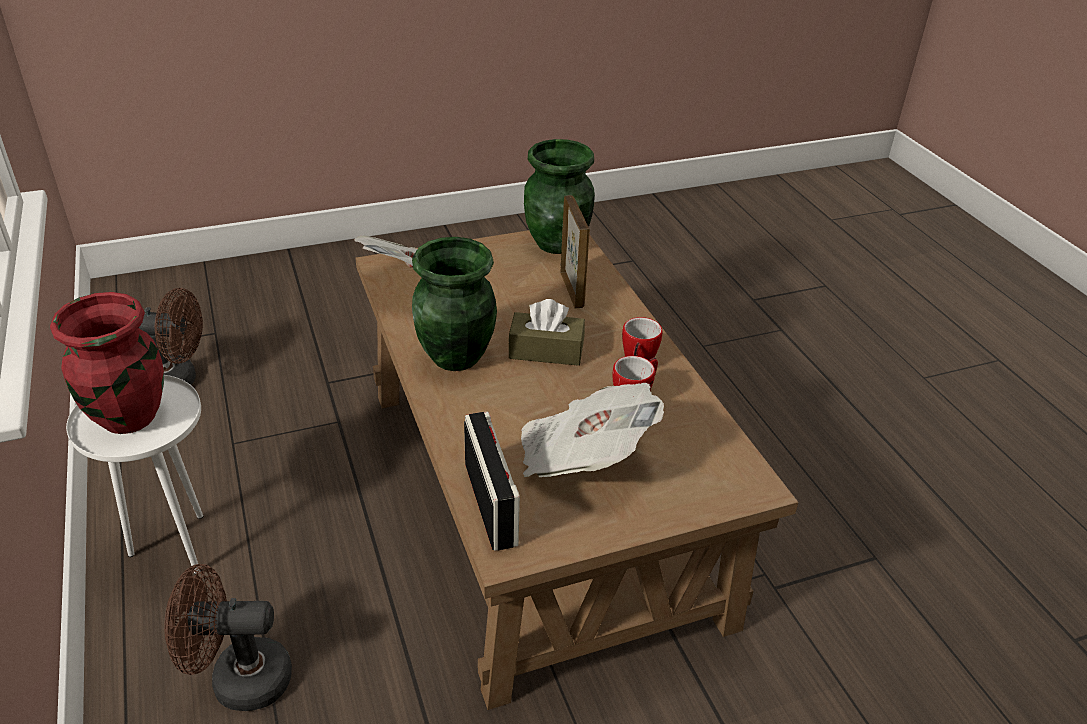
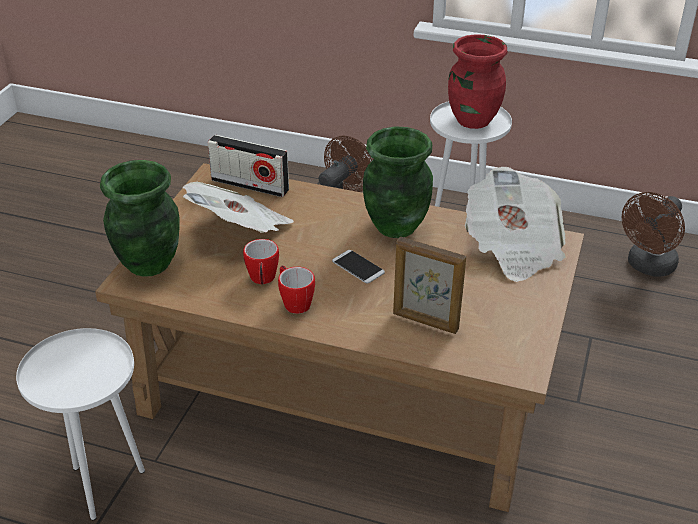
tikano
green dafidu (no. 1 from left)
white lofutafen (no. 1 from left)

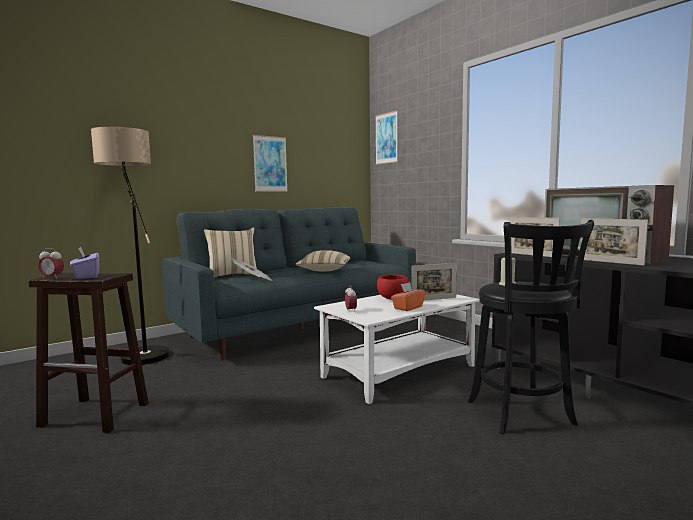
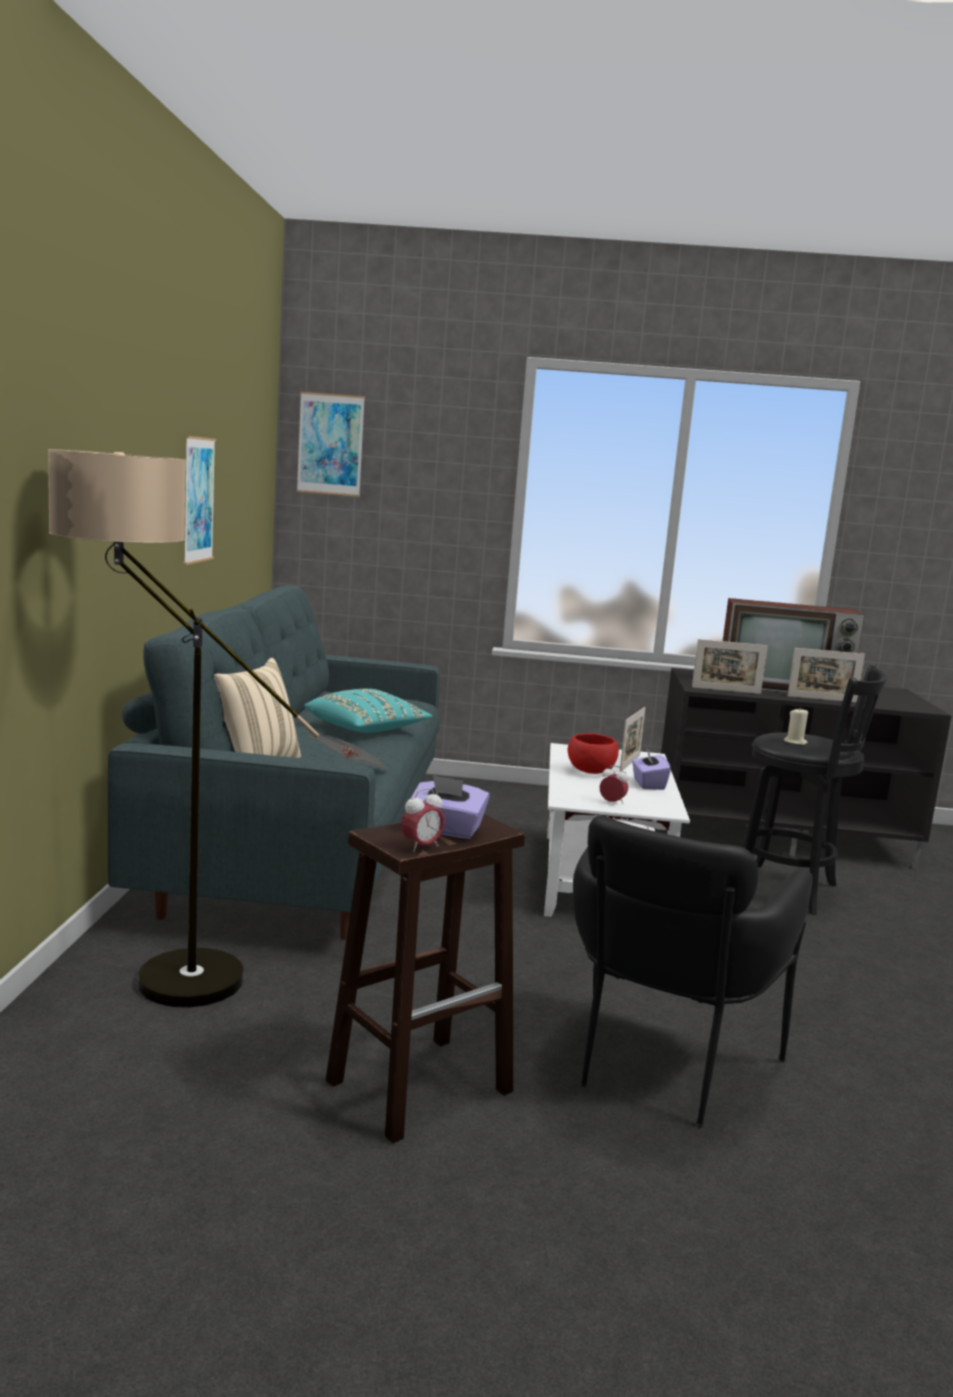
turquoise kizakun
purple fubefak (no. 2 from left)
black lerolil

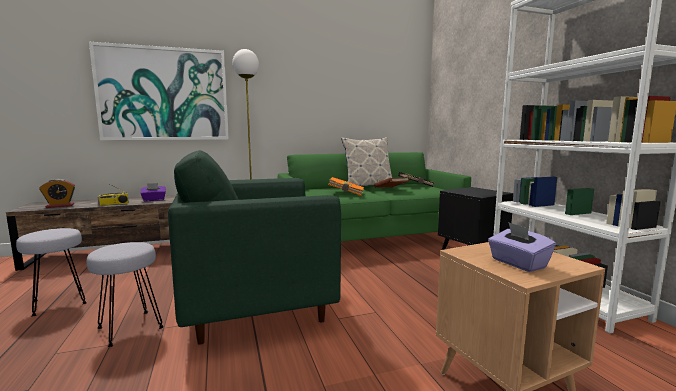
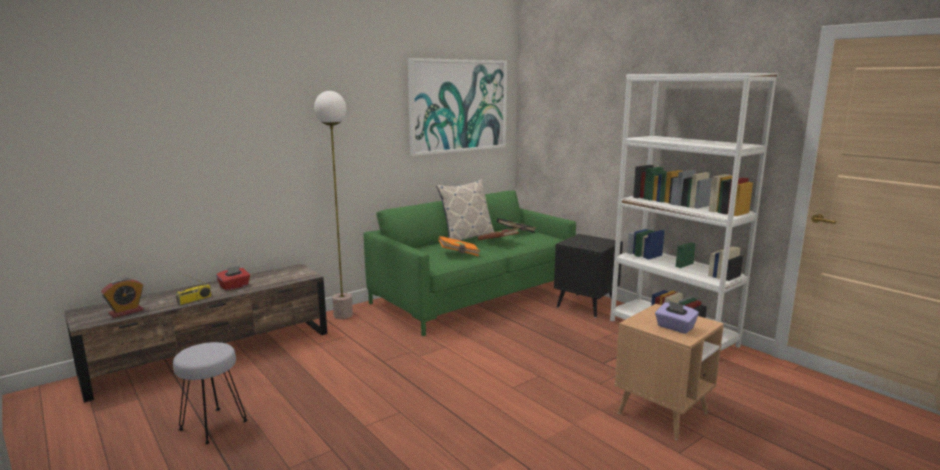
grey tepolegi (no. 2 from left in the first image)
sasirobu
red fubefak
green lerolil

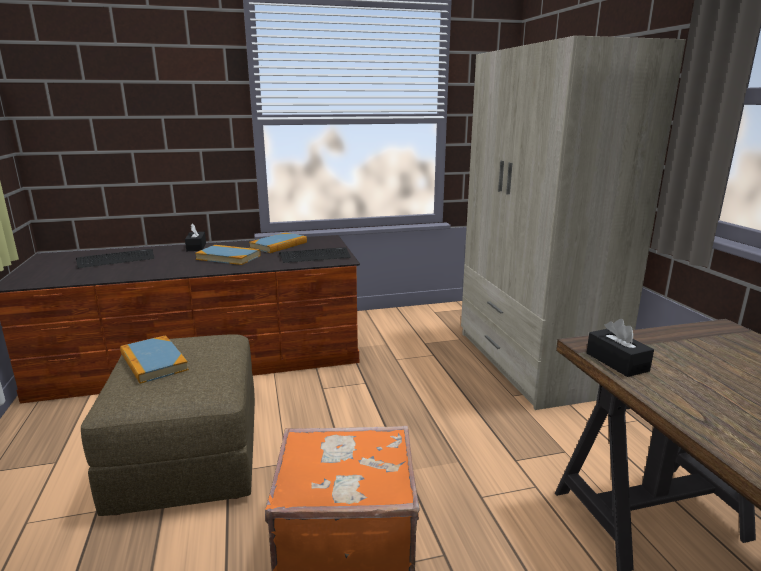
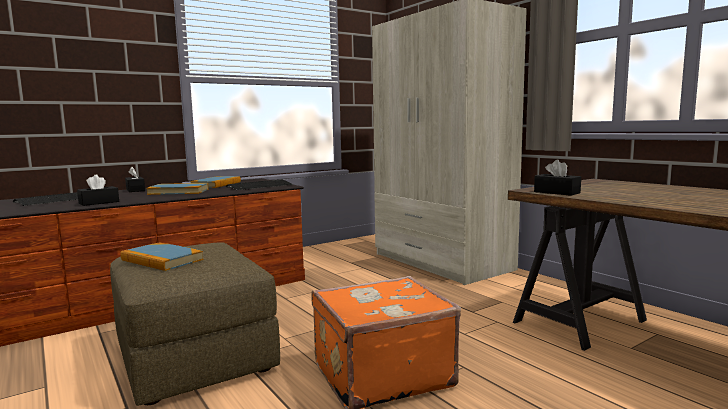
black fubefak (no. 1 from left)

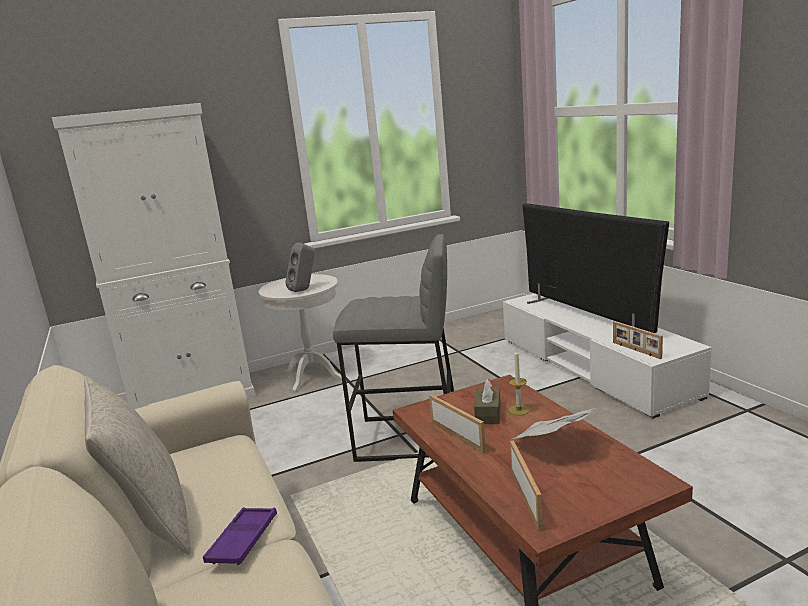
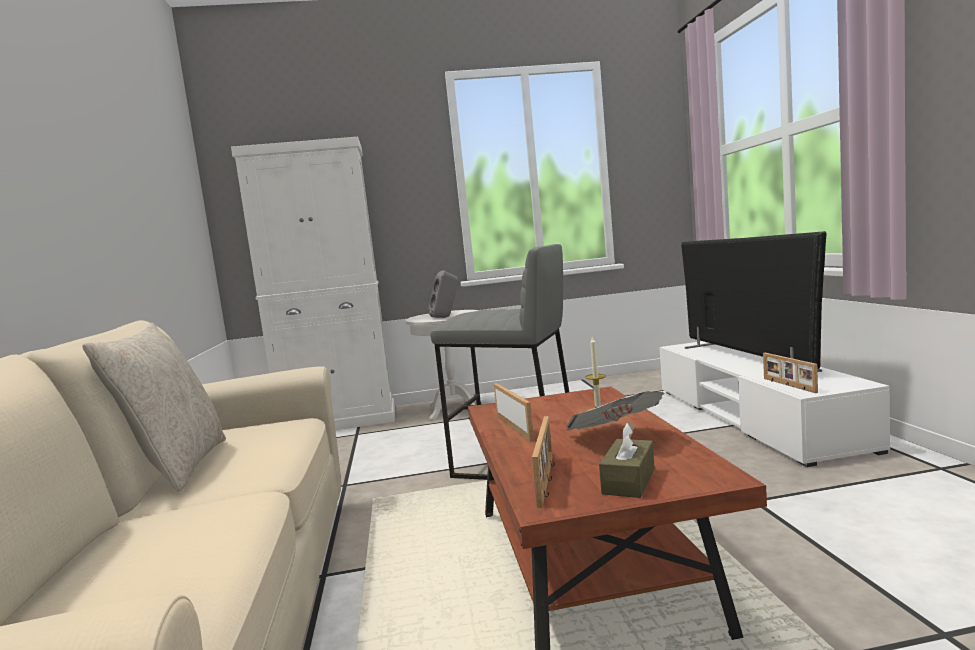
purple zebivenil
brown fubefak

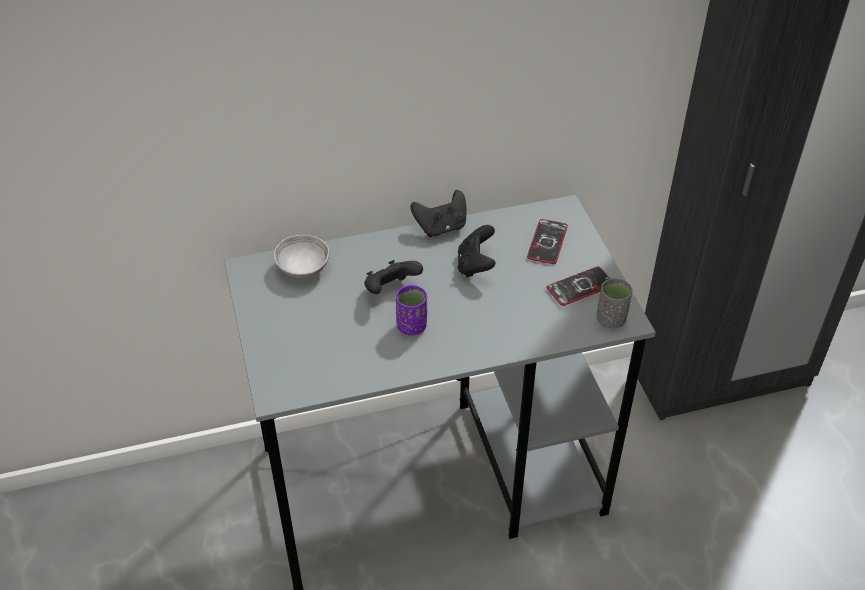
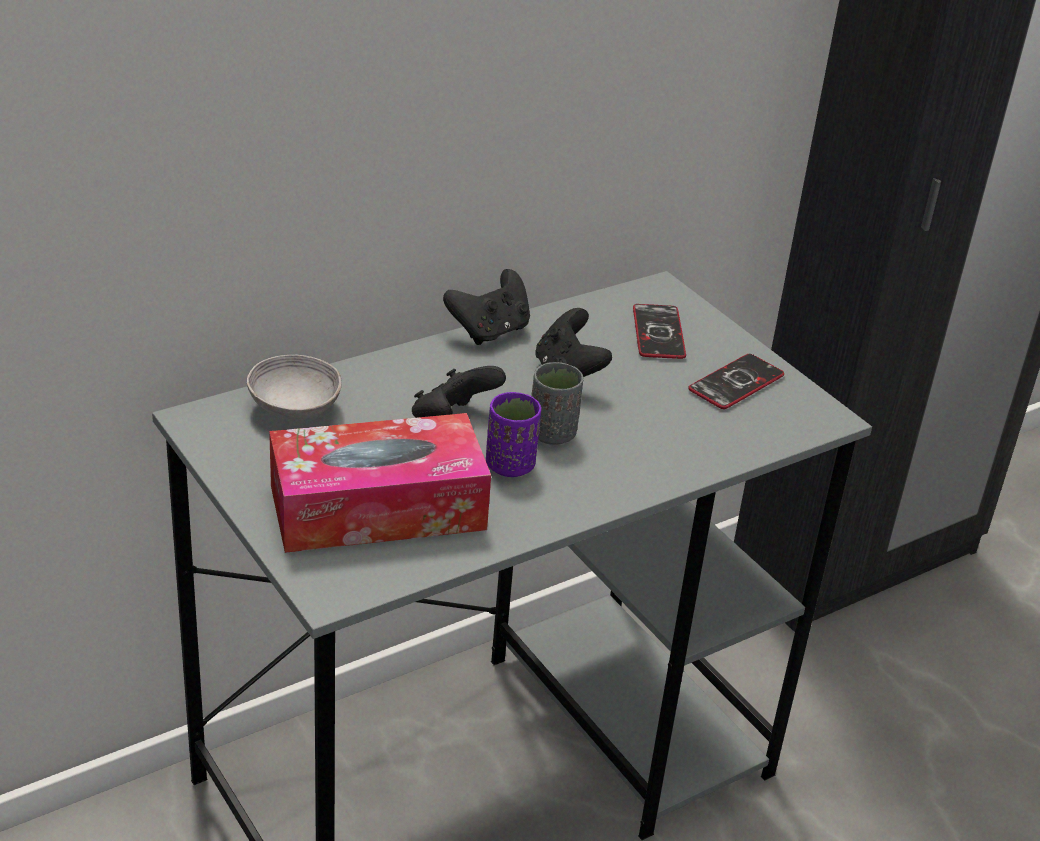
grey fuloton
fubefak

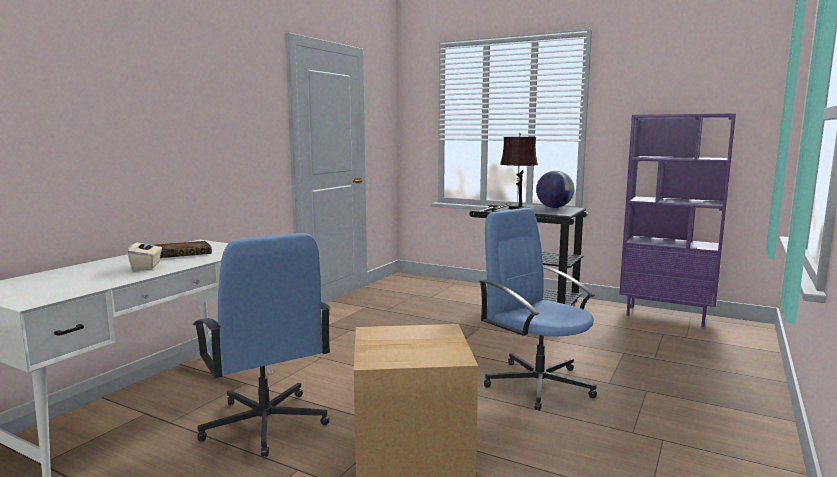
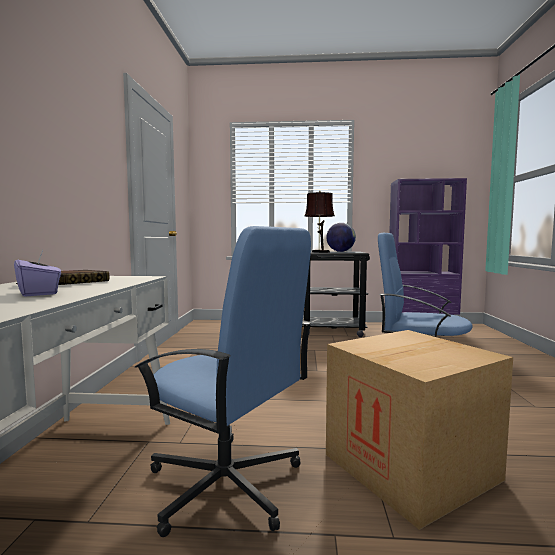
purple fubefak

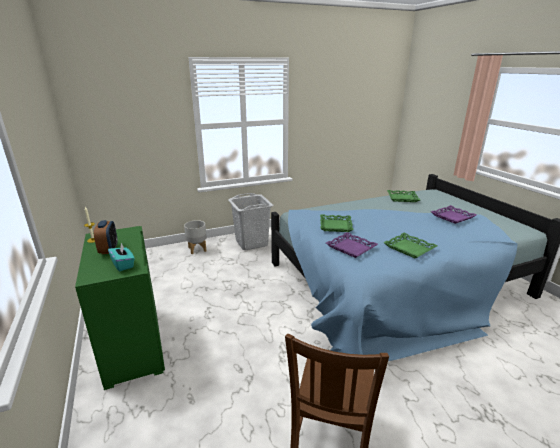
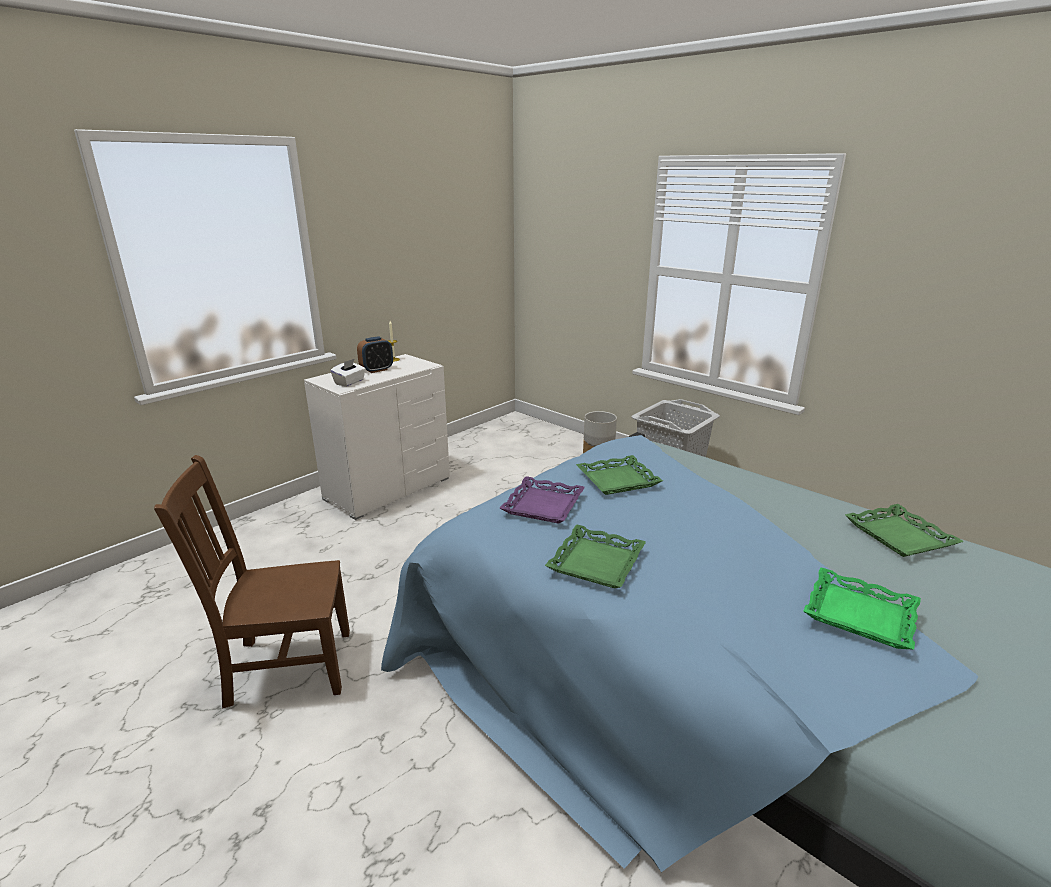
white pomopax
white fubefak
green zebivenil (no. 3 from left)

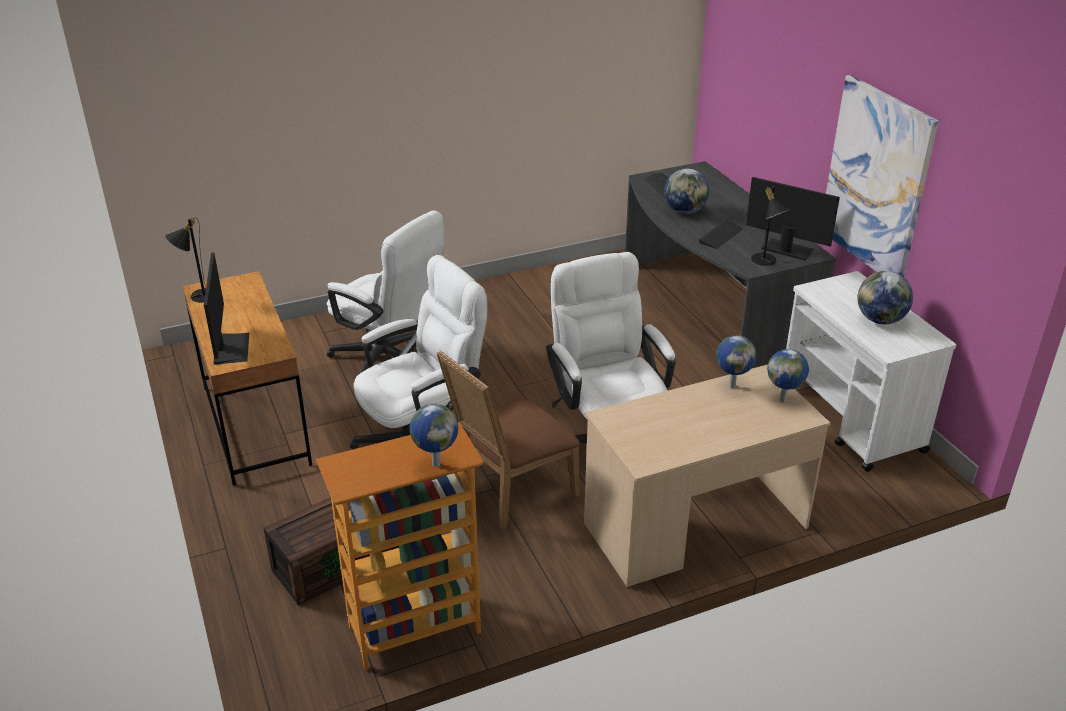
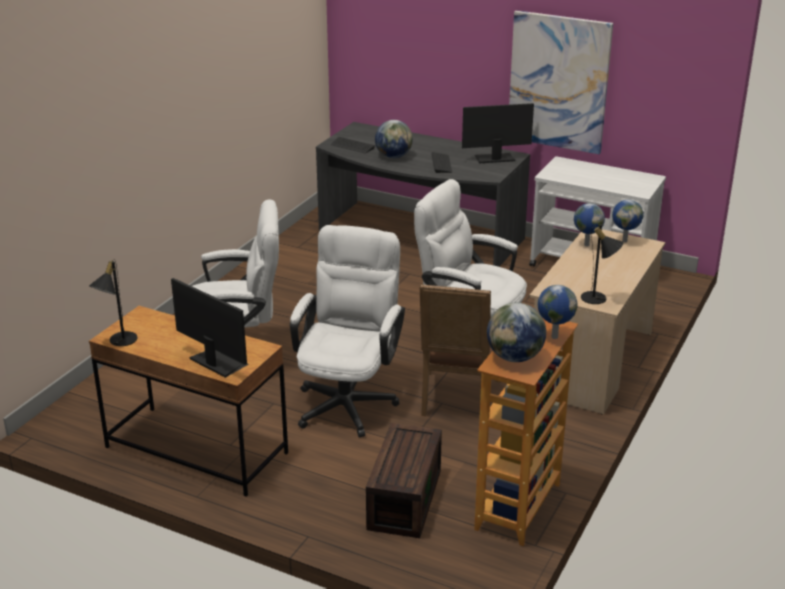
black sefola (no. 2 from left)
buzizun (no. 2 from left)

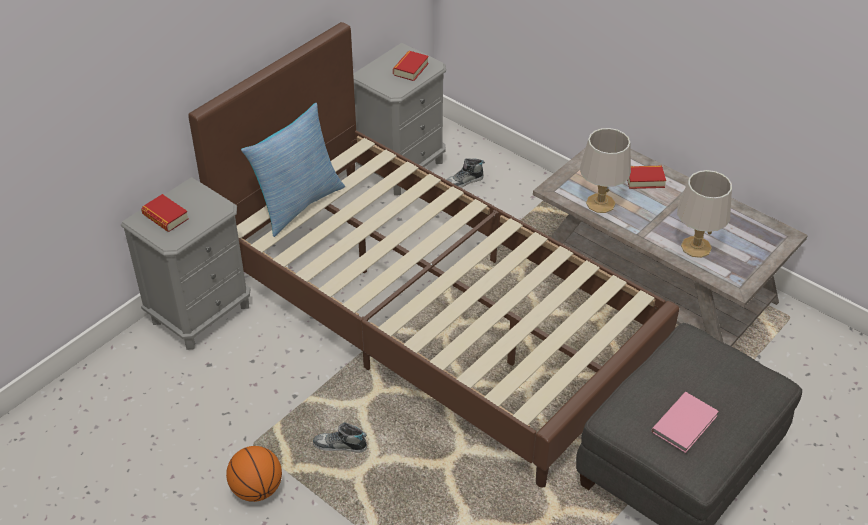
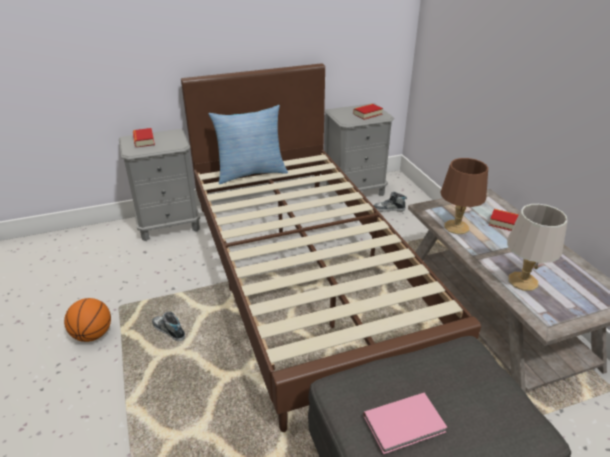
brown sefola

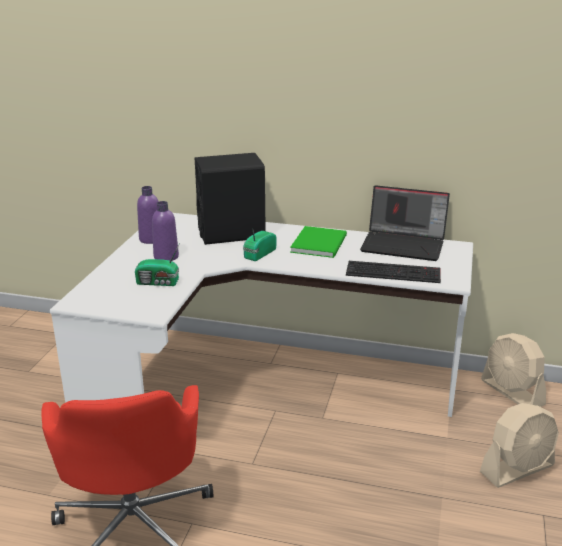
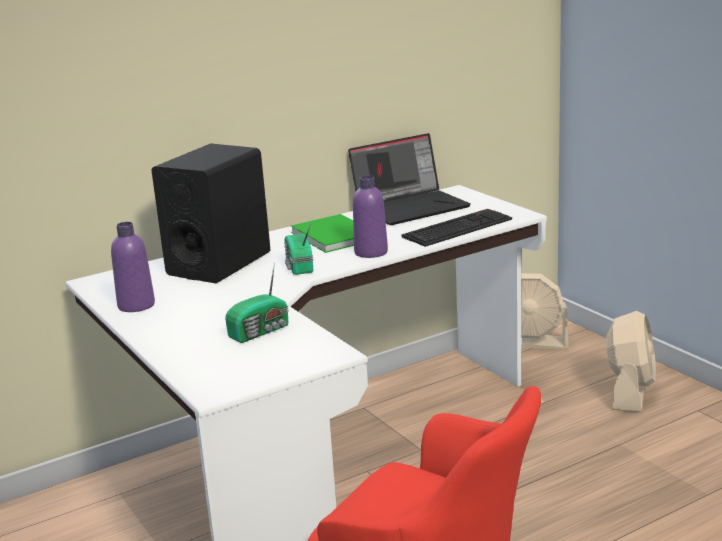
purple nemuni (no. 2 from left)

